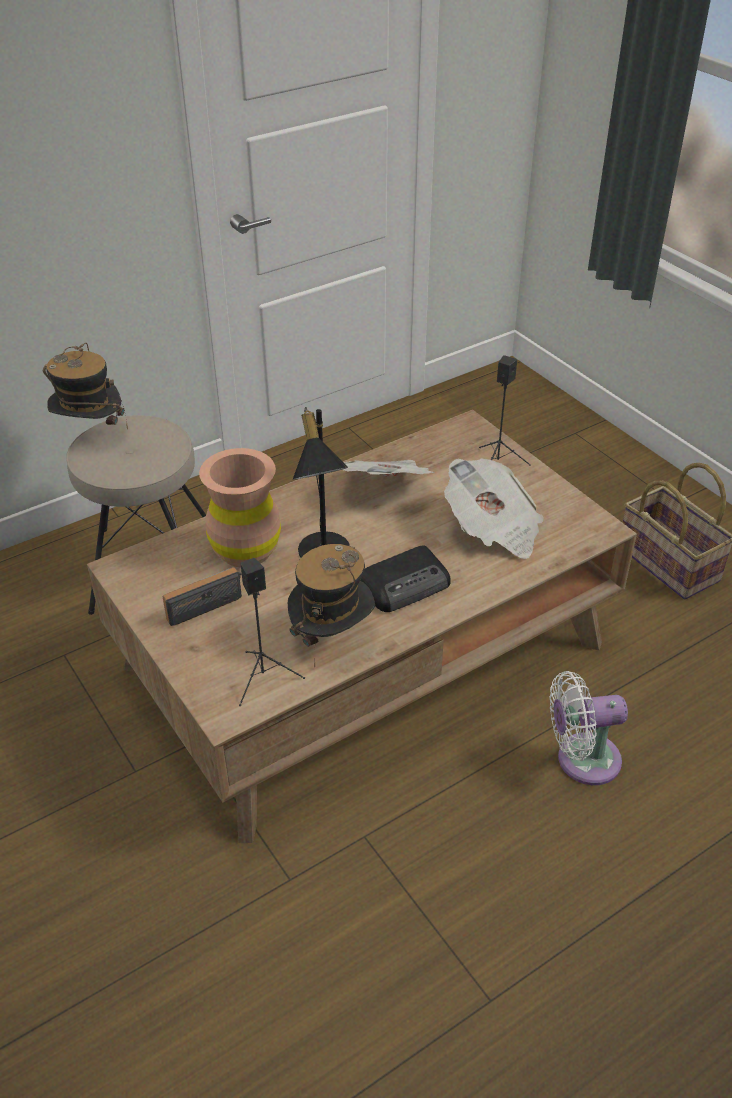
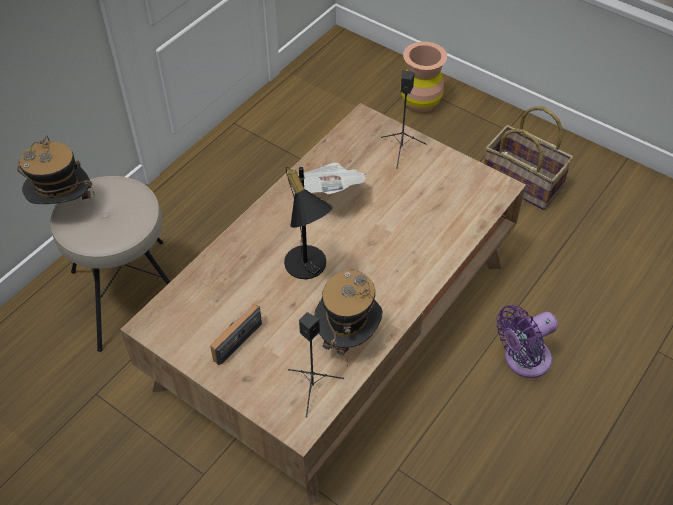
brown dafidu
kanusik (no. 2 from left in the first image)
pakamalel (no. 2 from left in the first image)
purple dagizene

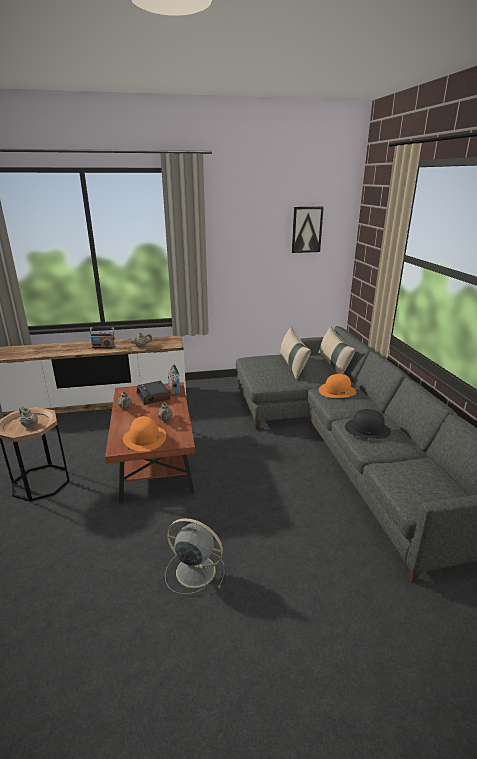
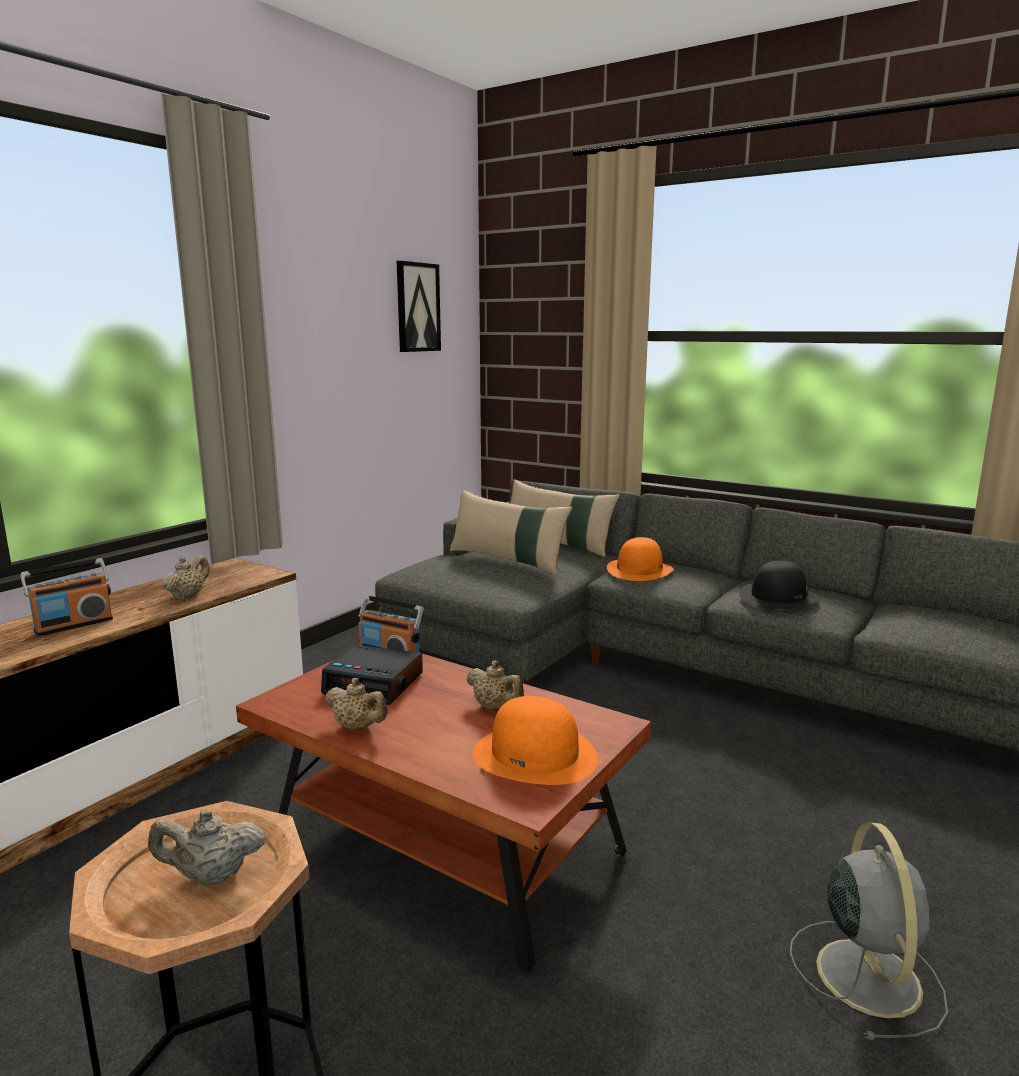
grey dagizene

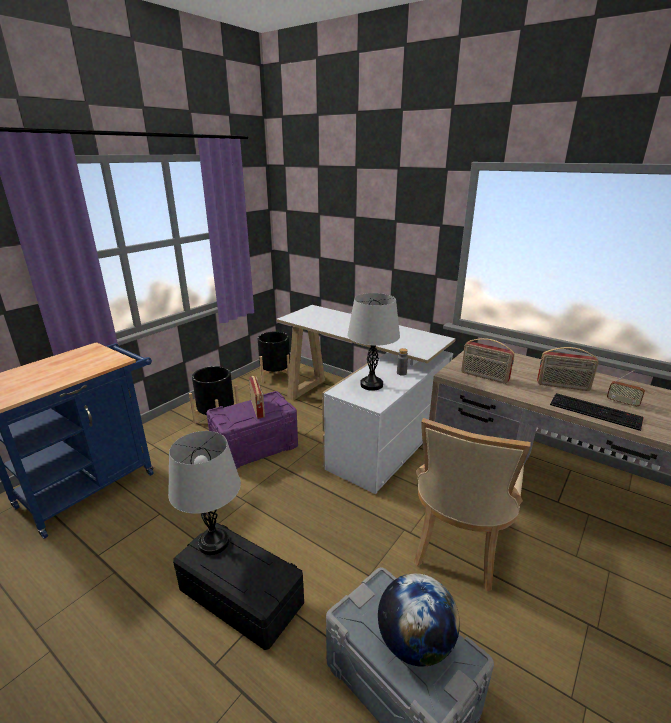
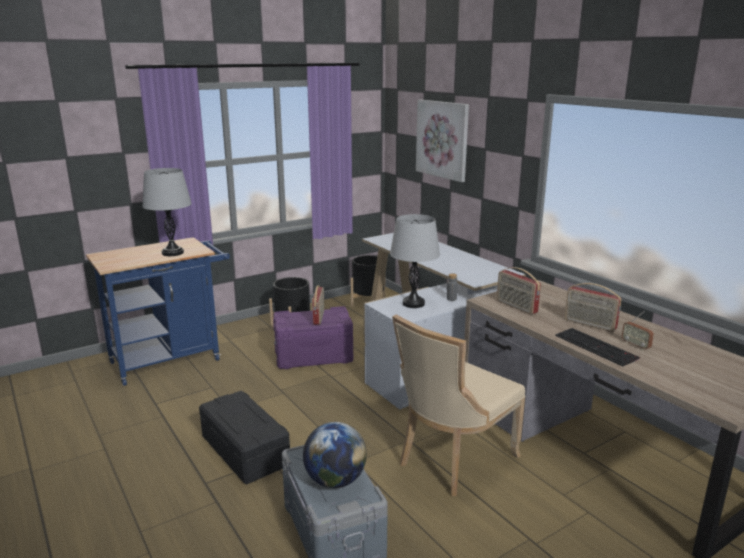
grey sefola (no. 1 from left)
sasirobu

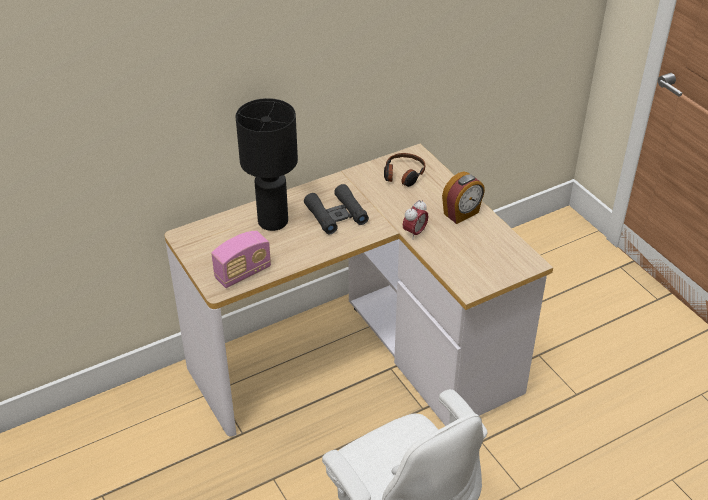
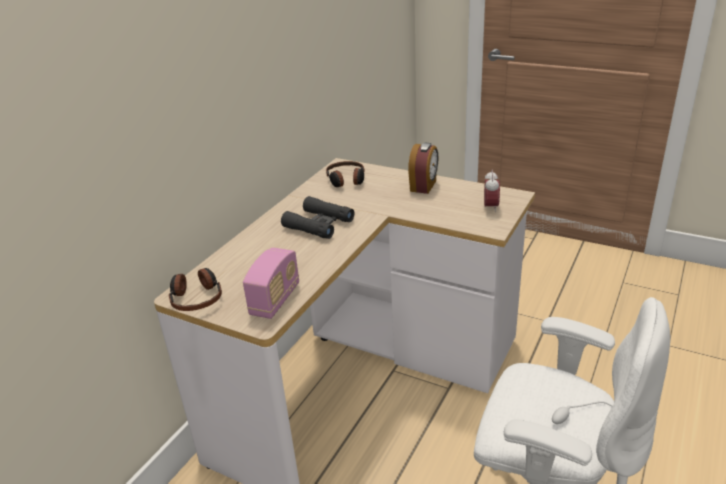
black sefola
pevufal (no. 2 from left)
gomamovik (no. 1 from left)

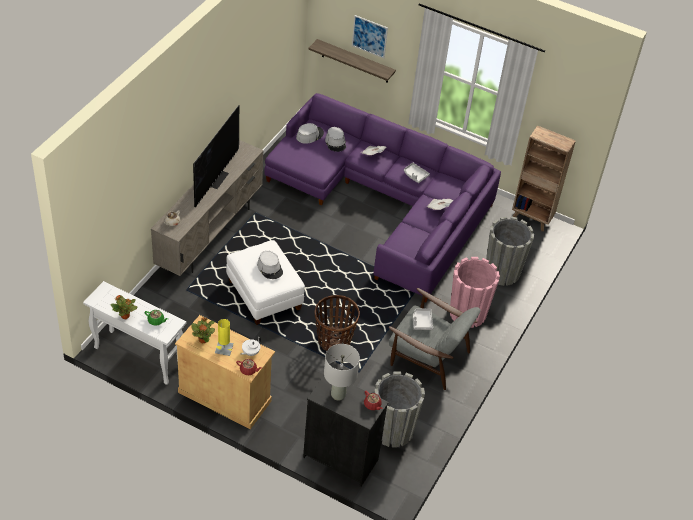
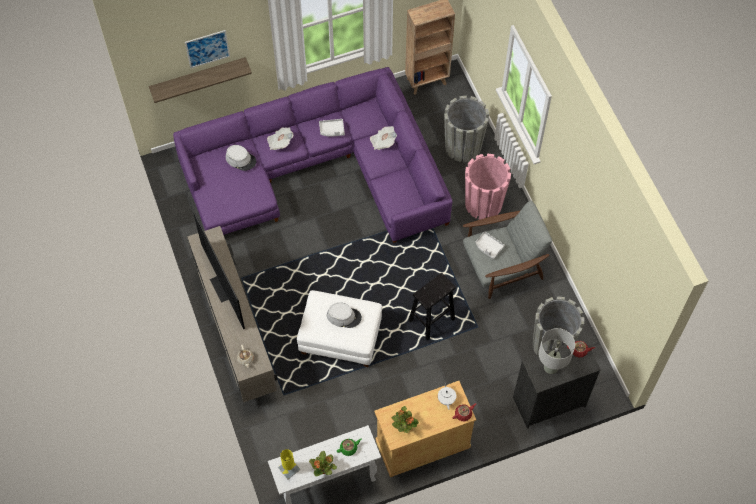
yellow sefola
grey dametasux (no. 2 from left in the first image)
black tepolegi

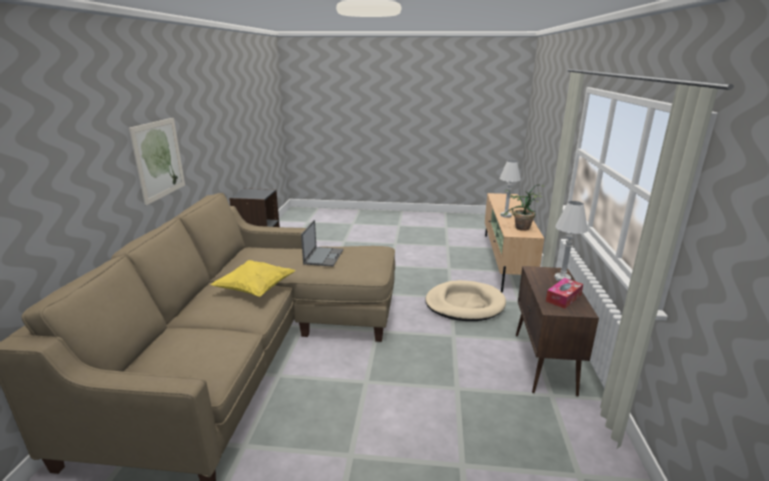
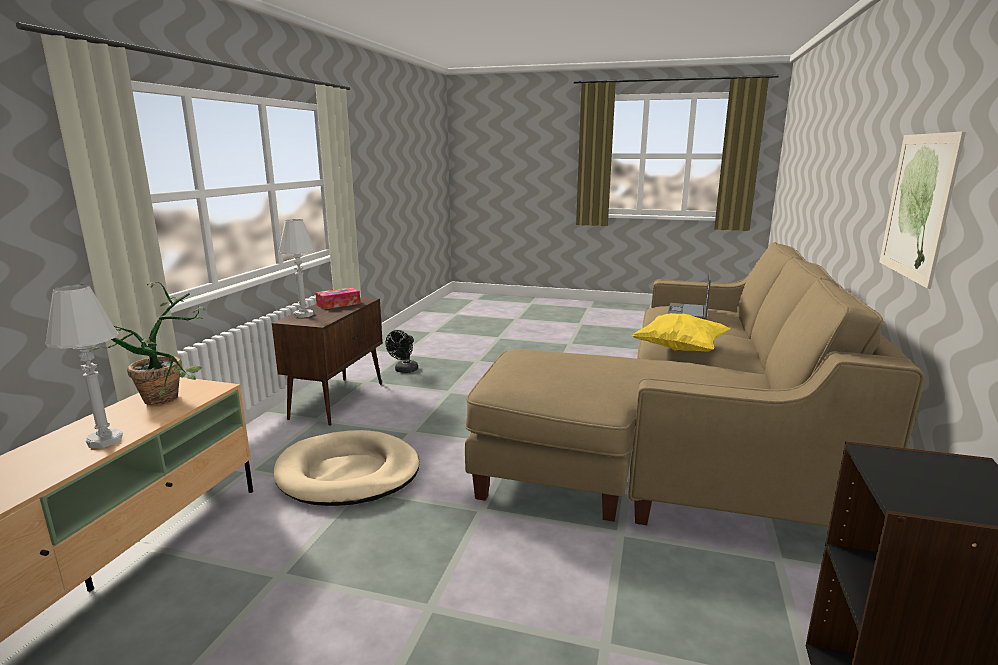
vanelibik
black dagizene

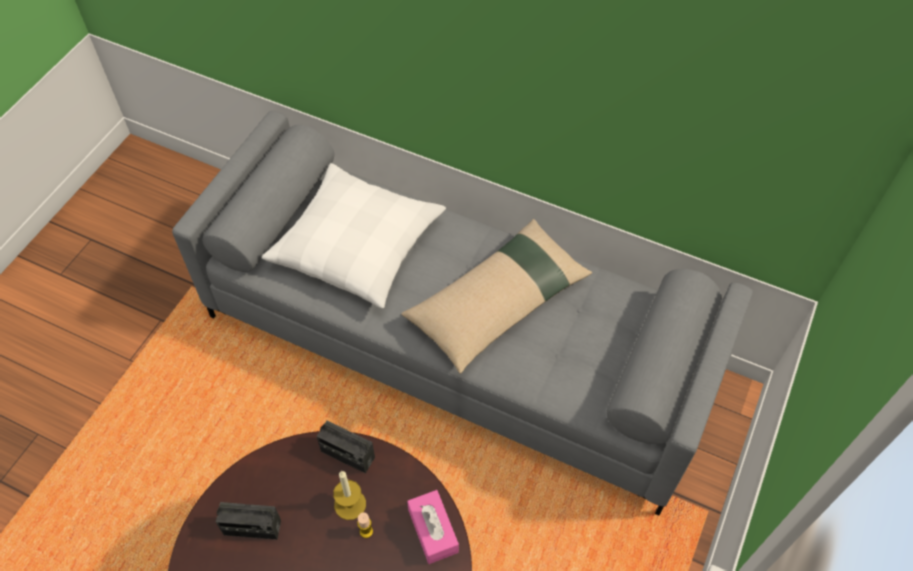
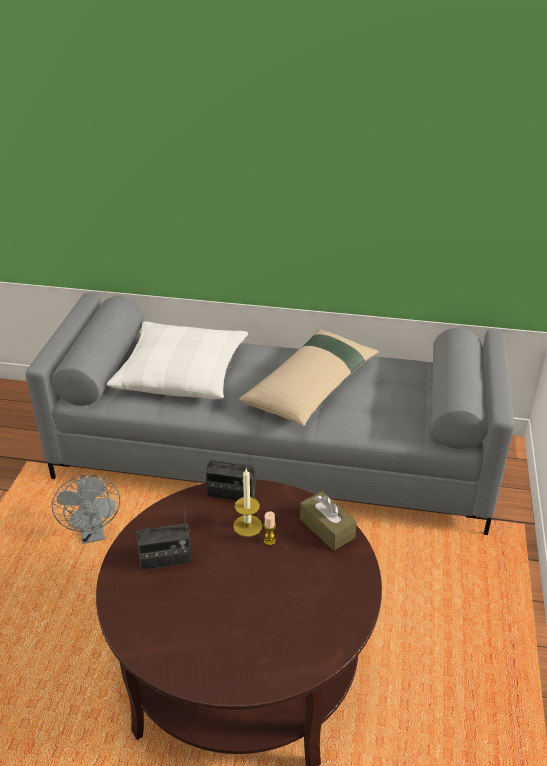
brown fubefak
grey dagizene

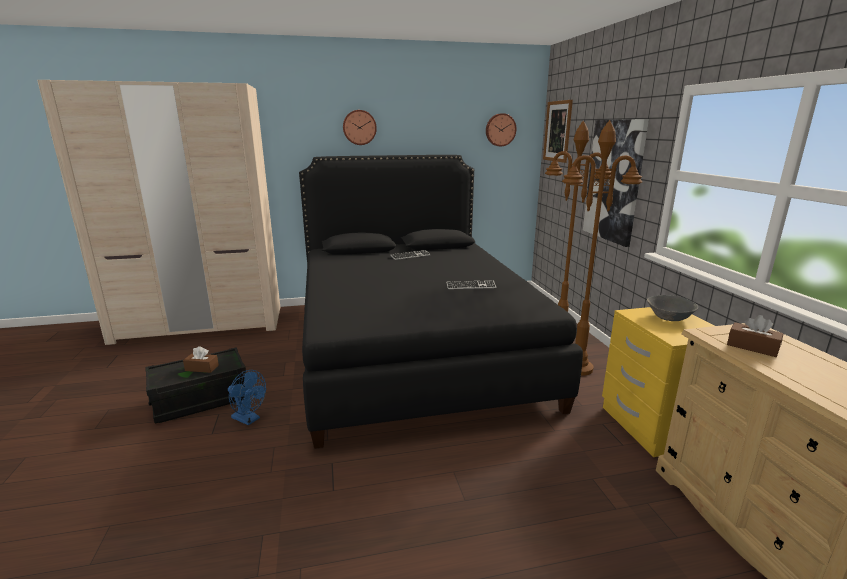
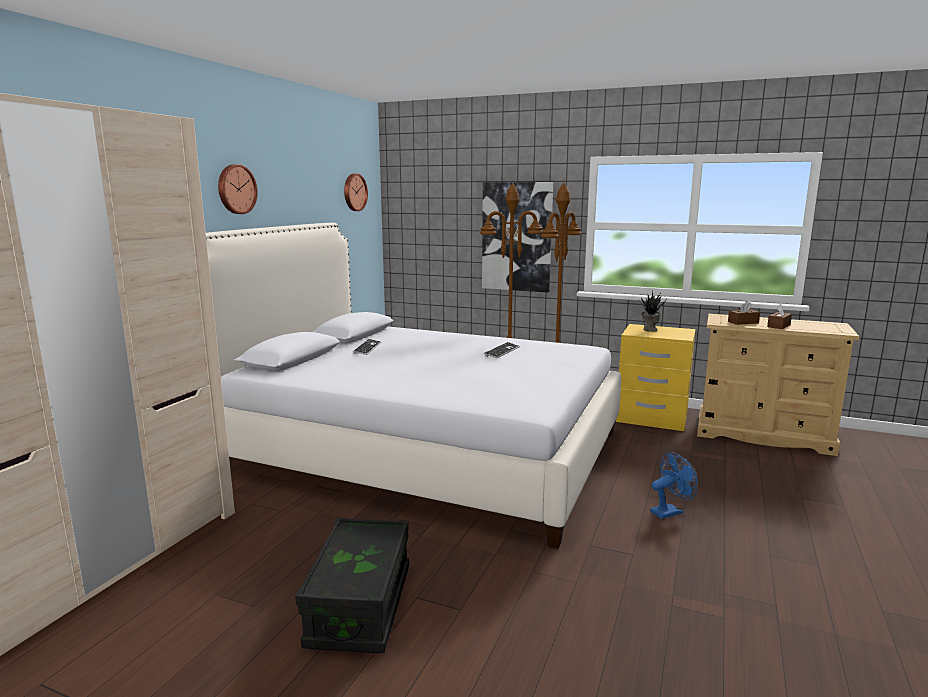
brown fubefak (no. 2 from left)
blue dagizene
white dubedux
sasirobu (no. 1 from left in the first image)
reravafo

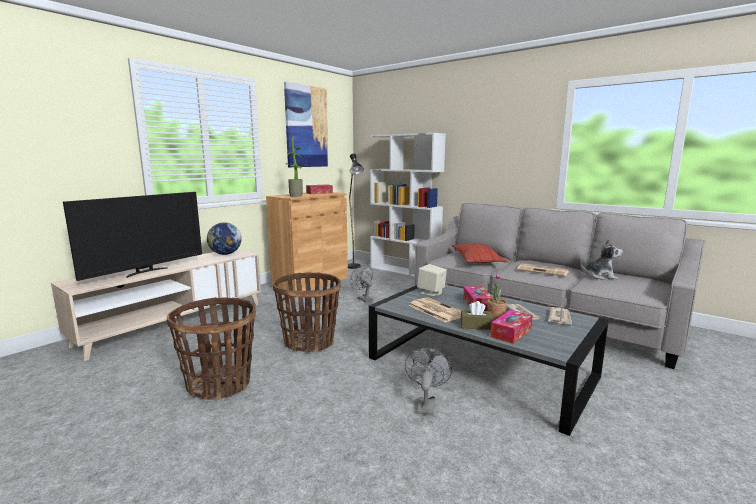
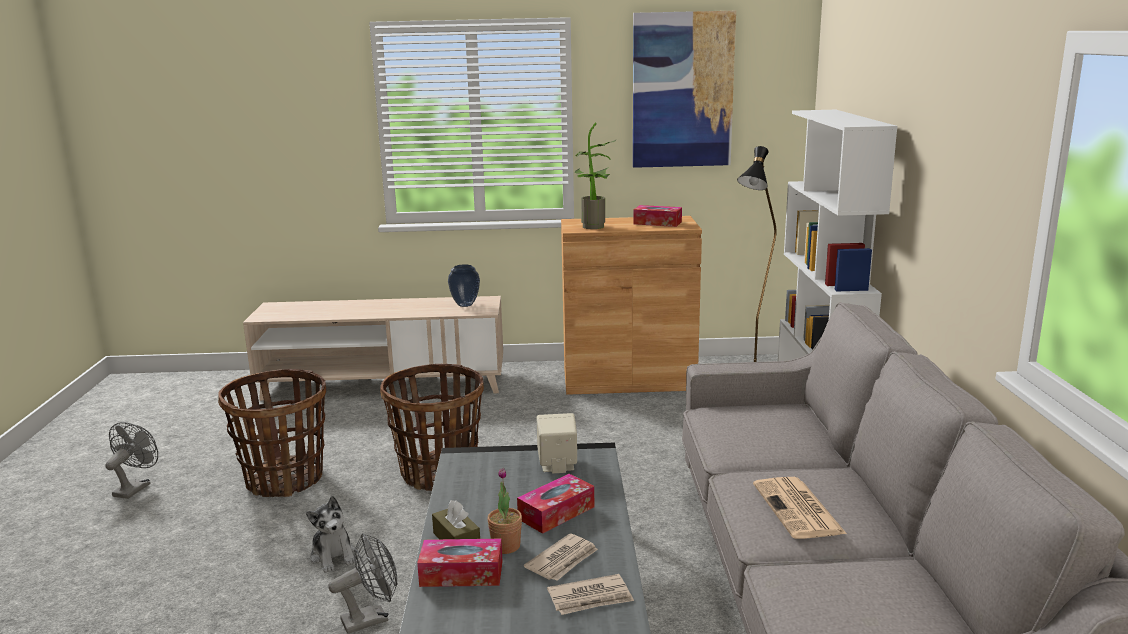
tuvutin
dafidu
grey dagizene (no. 1 from left)
pakamalel (no. 1 from left in the first image)
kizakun
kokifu

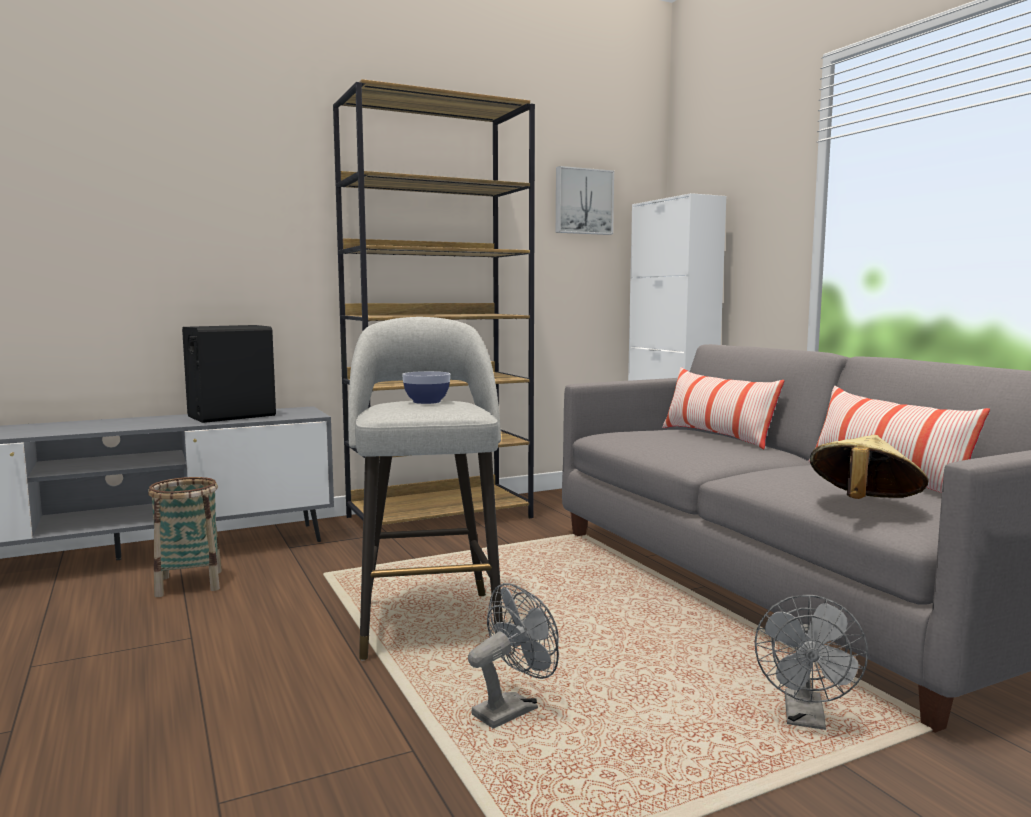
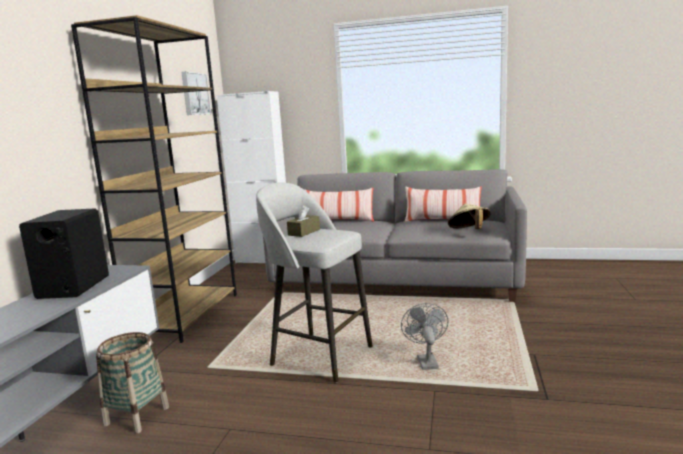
brown fubefak
grey dagizene (no. 2 from left in the first image)

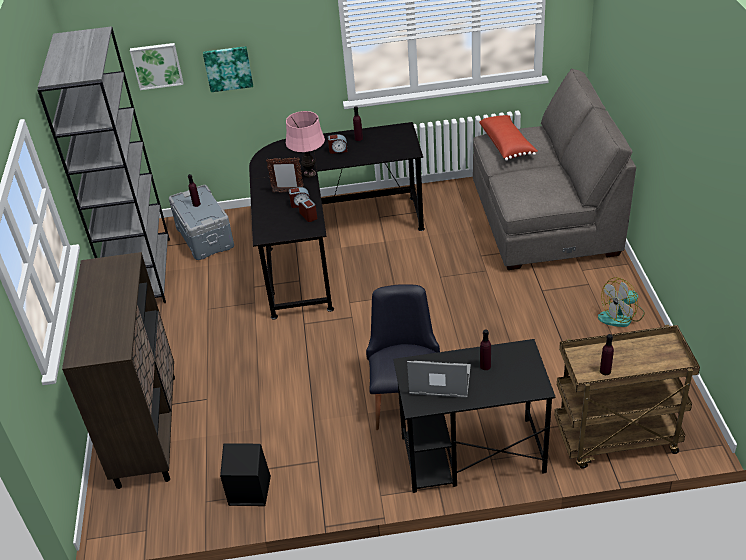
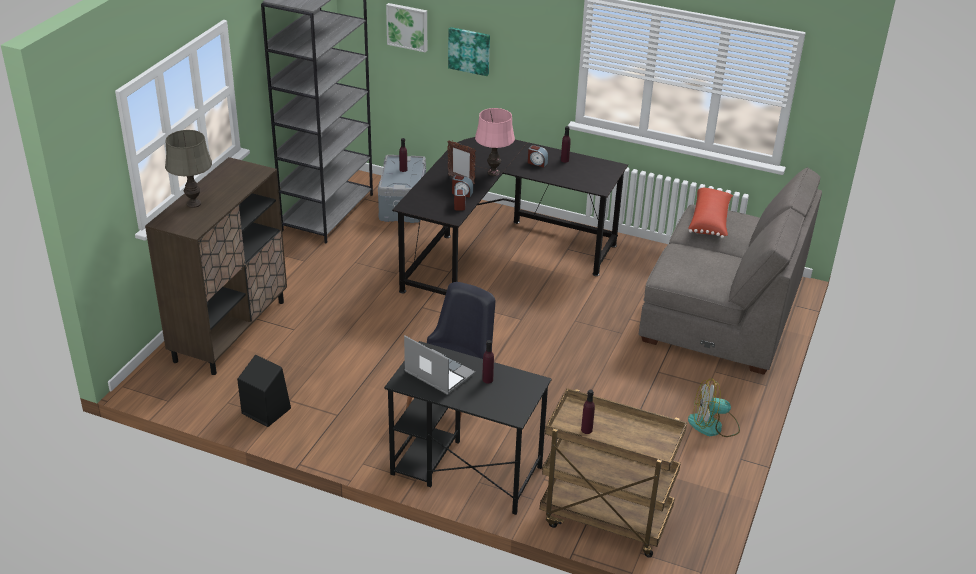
grey sefola

